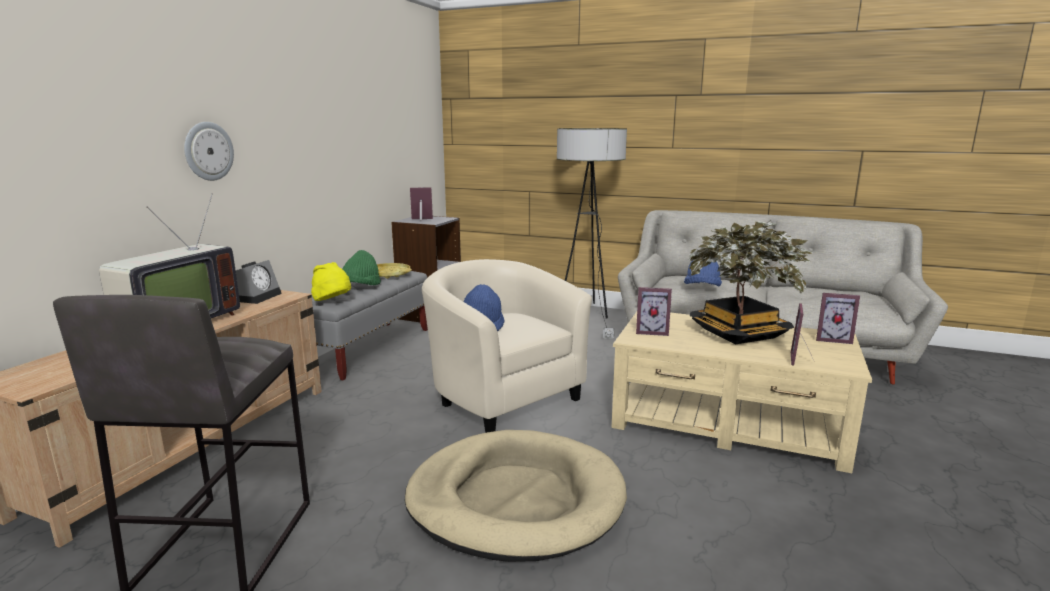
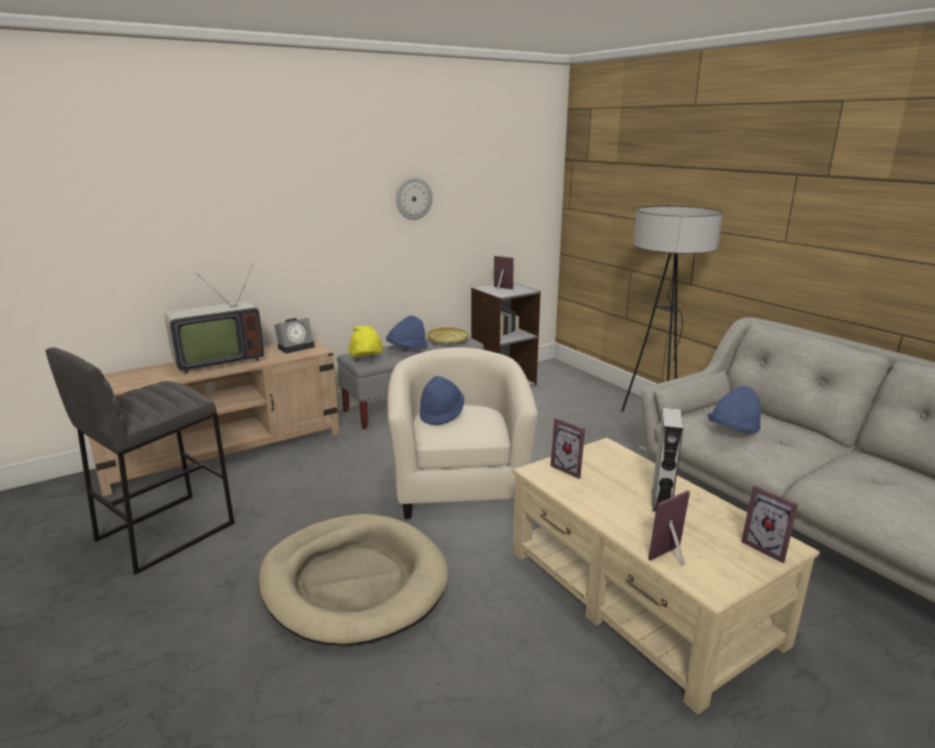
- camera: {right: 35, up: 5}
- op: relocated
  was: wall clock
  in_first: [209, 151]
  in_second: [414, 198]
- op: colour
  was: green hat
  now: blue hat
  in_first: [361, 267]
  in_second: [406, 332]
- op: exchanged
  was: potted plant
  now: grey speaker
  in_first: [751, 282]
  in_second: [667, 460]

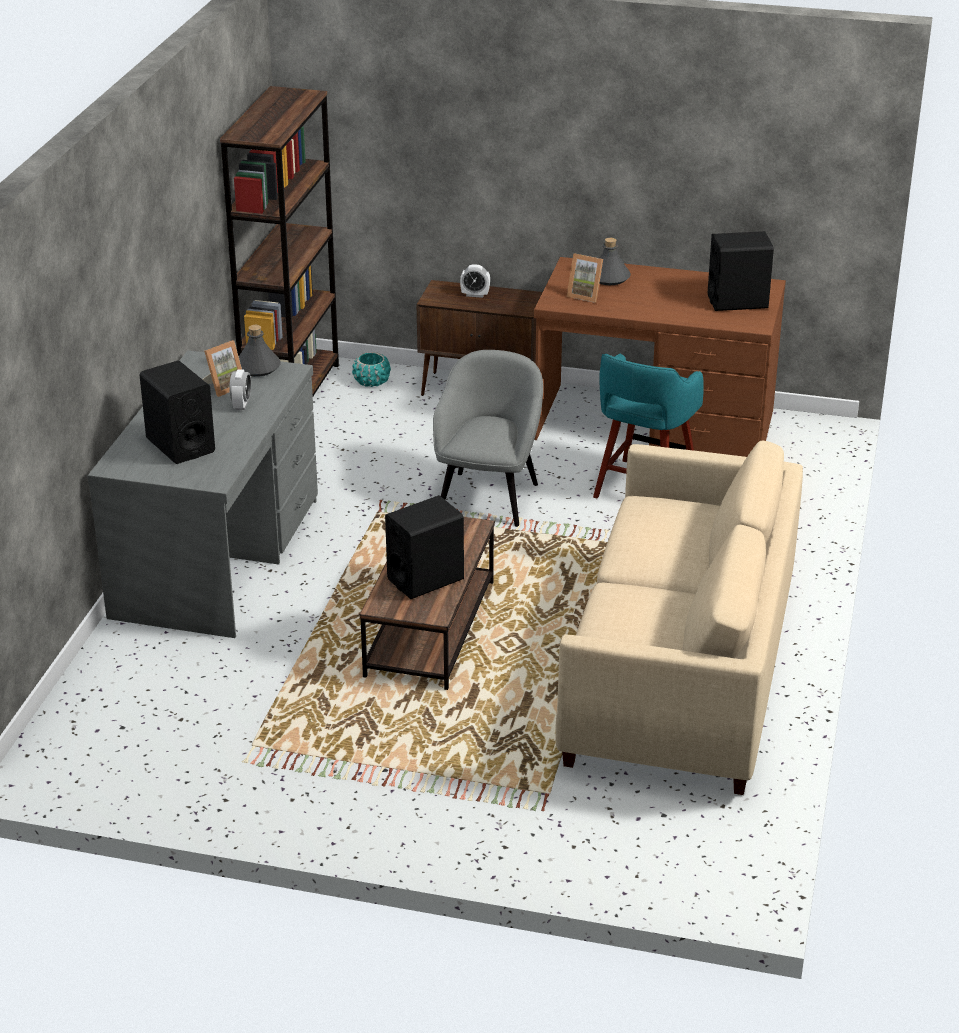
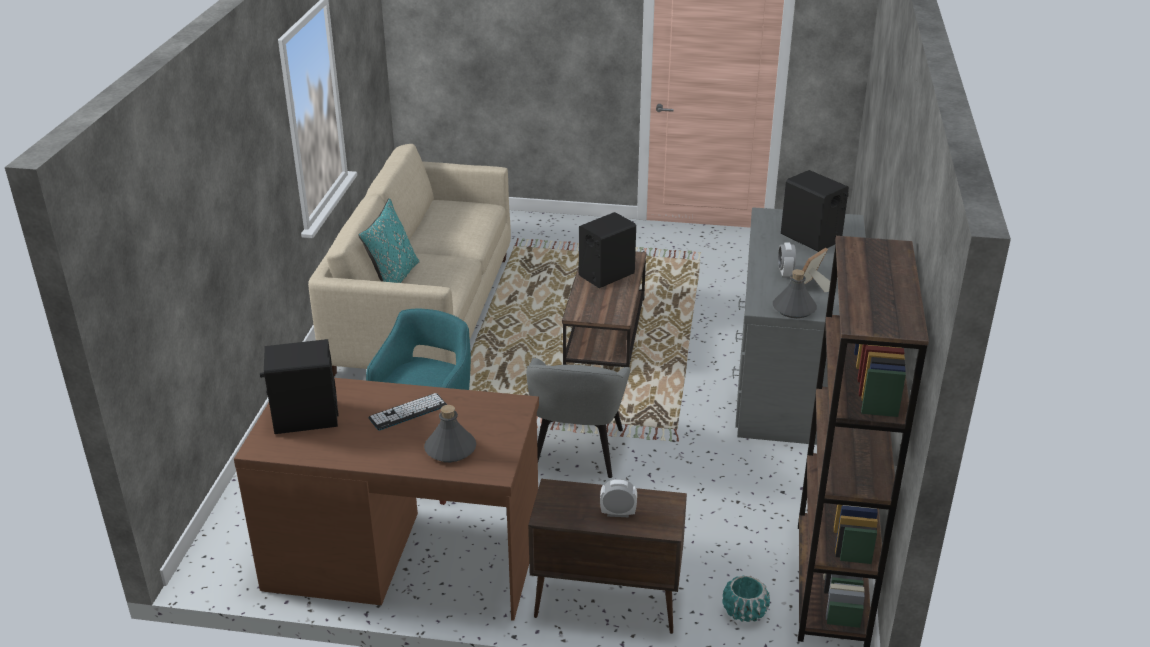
- camera: {right: 175, up: 0}
- op: missing
  was: picture frame
  in_first: [585, 278]
- op: appeared
  now: turquoise pillow
  in_second: [388, 240]
- op: appeared
  now: keyboard
  in_second: [408, 412]

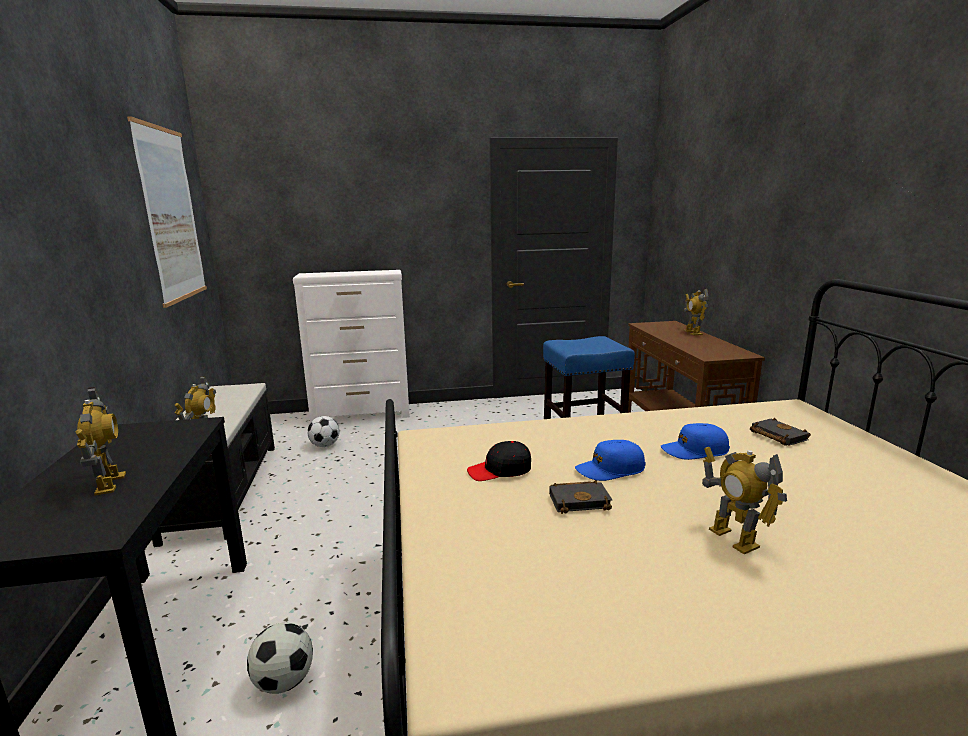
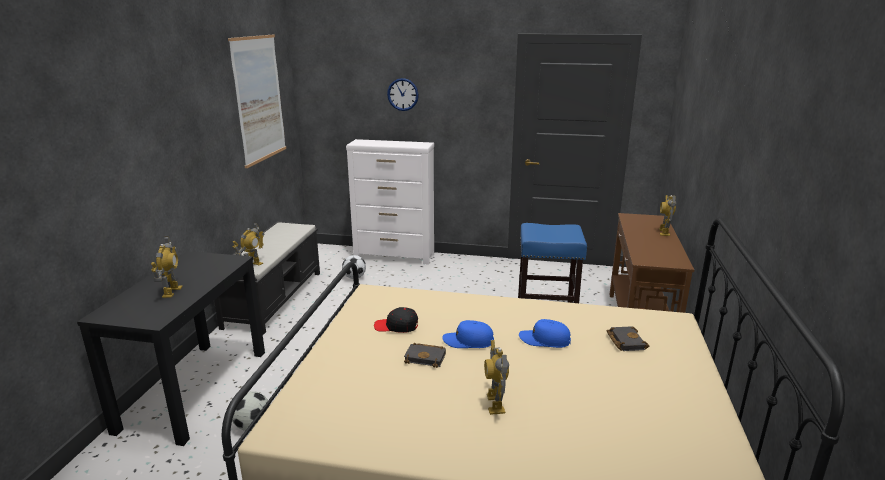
- camera: {right: 20, up: 5}
- op: appeared
  now: wall clock
  in_second: [403, 94]

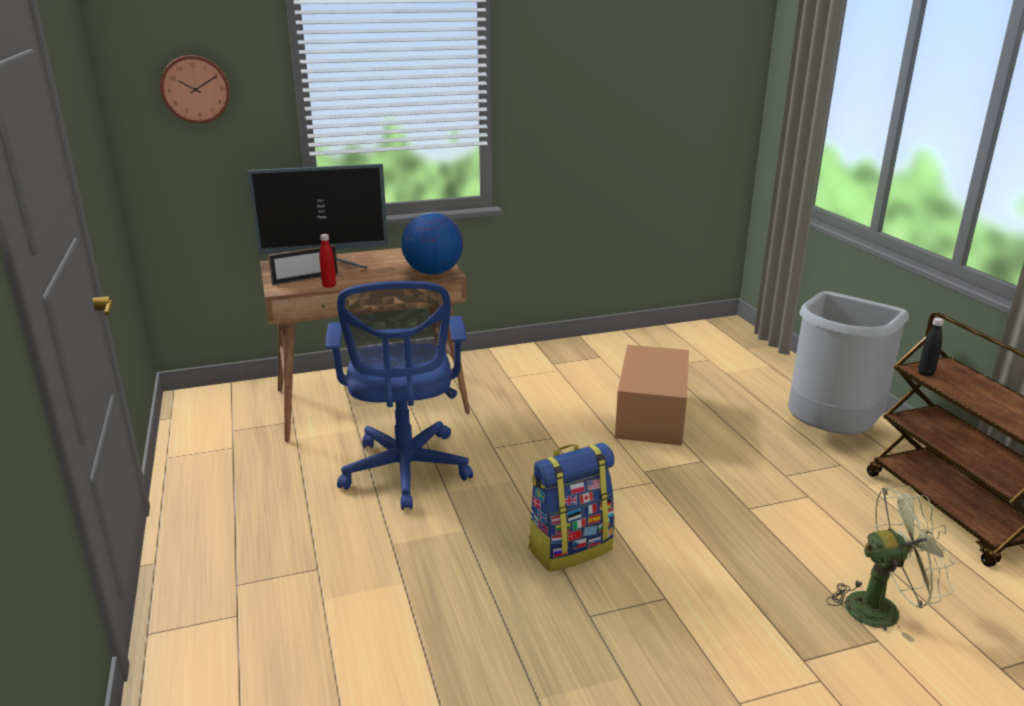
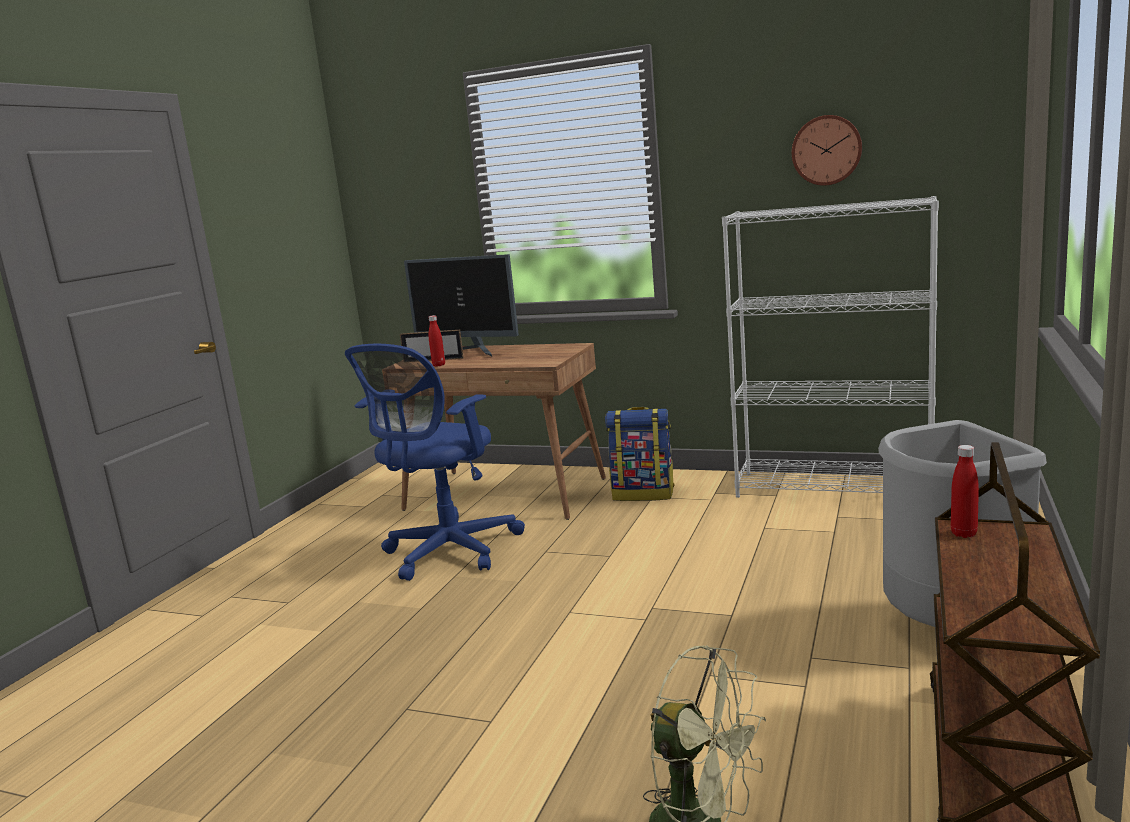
- camera: {right: 40, up: -10}
- op: relocated
  was: wall clock
  in_first: [195, 89]
  in_second: [827, 150]
- op: missing
  was: globe
  in_first: [432, 243]
- op: relocated
  was: backpack
  in_first: [572, 507]
  in_second: [640, 454]
- op: missing
  was: cardboard box
  in_first: [652, 395]
- op: colour
  was: black bottle
  now: red bottle
  in_first: [931, 347]
  in_second: [965, 491]
- op: appeared
  now: white bookcase
  in_second: [830, 347]

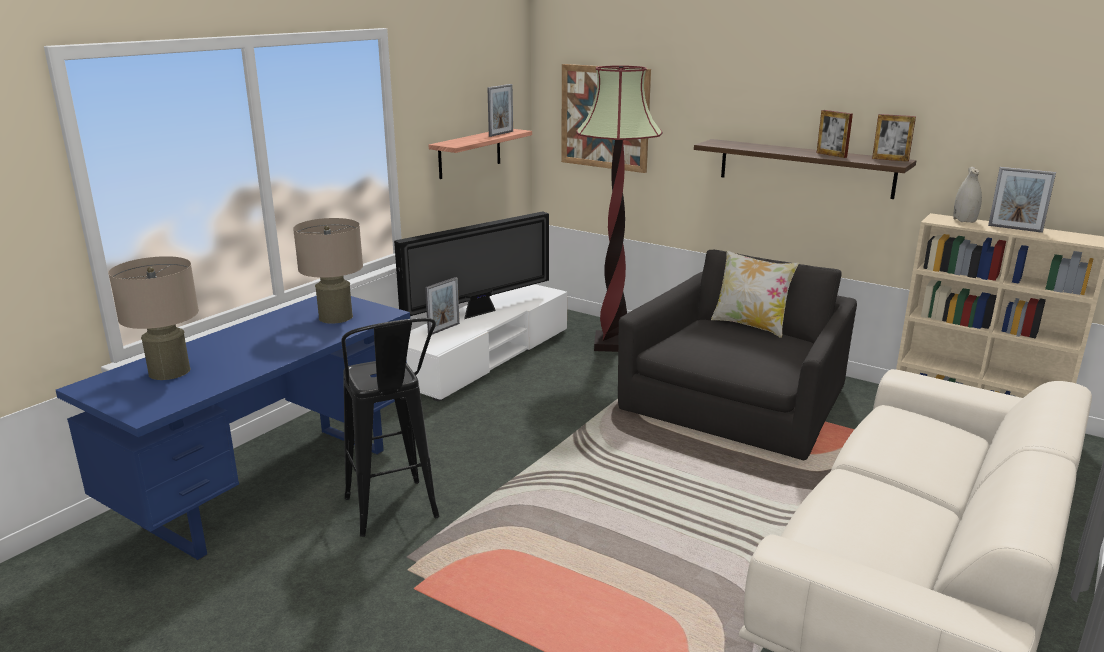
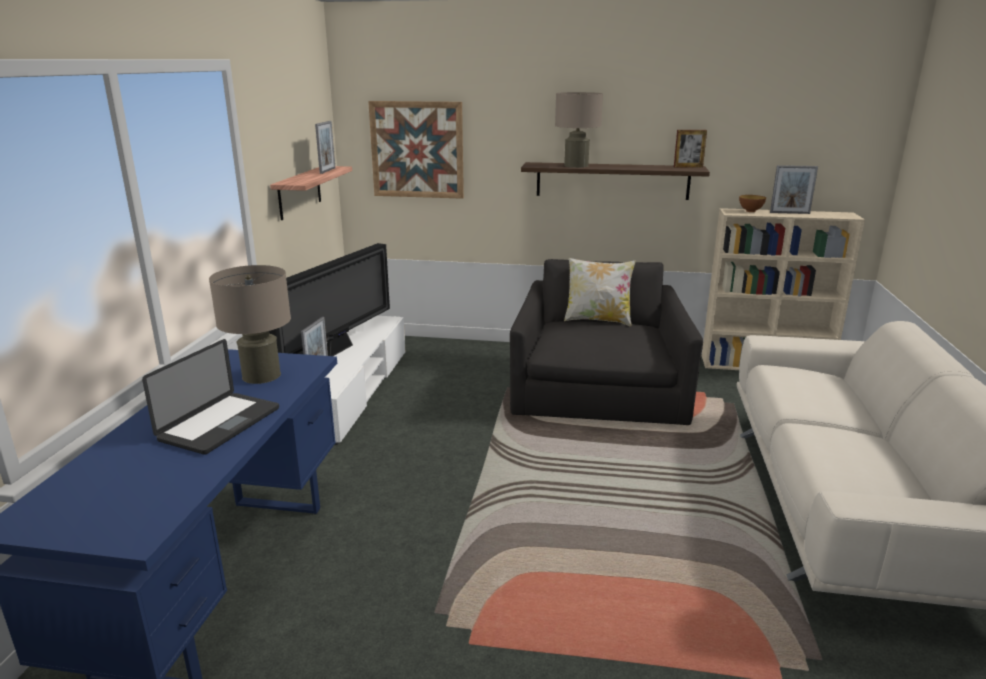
- camera: {right: -25, up: 0}
- op: relocated
  was: beige table lamp
  in_first: [153, 318]
  in_second: [579, 130]
- op: missing
  was: black stool
  in_first: [390, 427]
- op: missing
  was: floor lamp
  in_first: [619, 208]
- op: missing
  was: picture frame
  in_first: [835, 134]
- op: exchanged
  was: white vase
  now: bowl
  in_first: [967, 195]
  in_second: [752, 203]
- op: appeared
  now: laptop
  in_second: [210, 397]

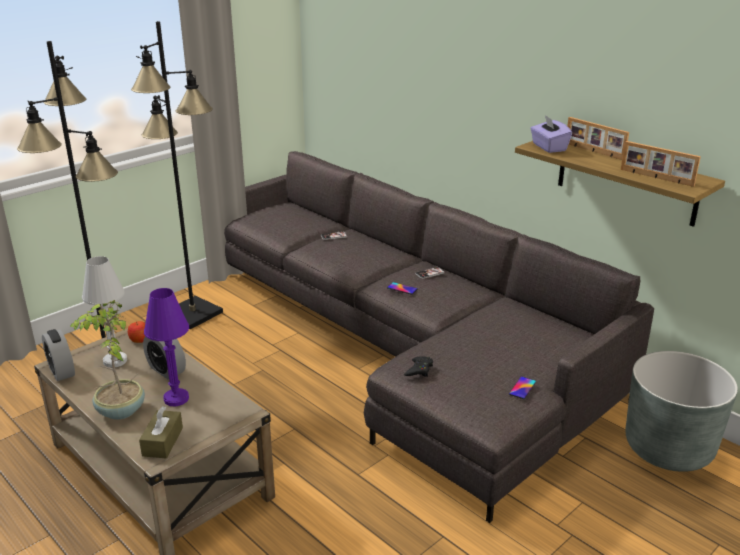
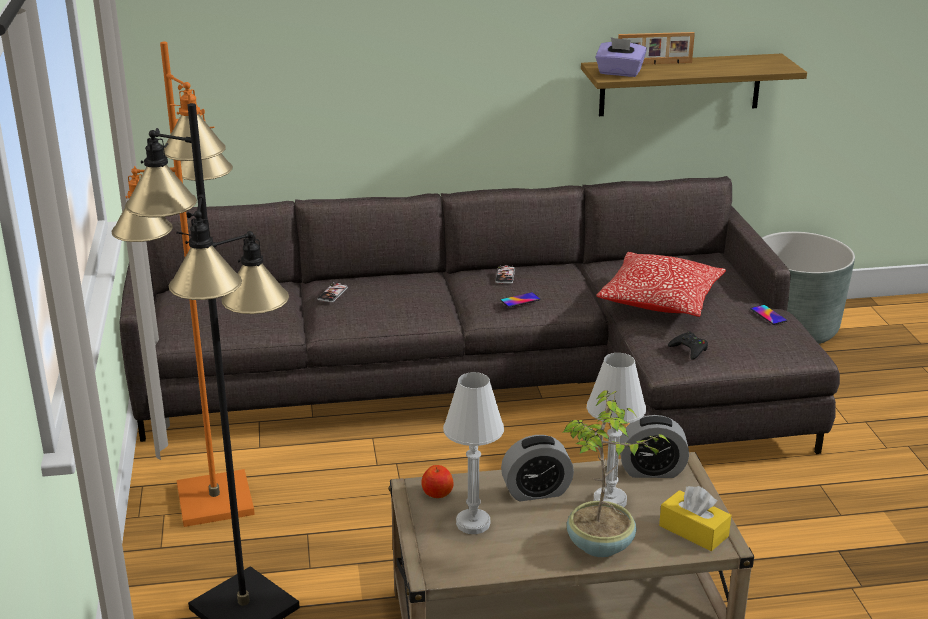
- camera: {right: -55, up: 0}
- op: relocated
  was: alarm clock
  in_first: [58, 355]
  in_second: [654, 446]
- op: colour
  was: black floor lamp
  now: orange floor lamp
  in_first: [177, 175]
  in_second: [183, 284]
- op: colour
  was: brown tissue box
  now: yellow tissue box
  in_first: [161, 432]
  in_second: [695, 518]
- op: colour
  was: purple table lamp
  now: white table lamp
  in_first: [166, 347]
  in_second: [616, 430]
- op: missing
  was: picture frame
  in_first: [661, 164]
- op: appeared
  now: pillow
  in_second: [661, 284]

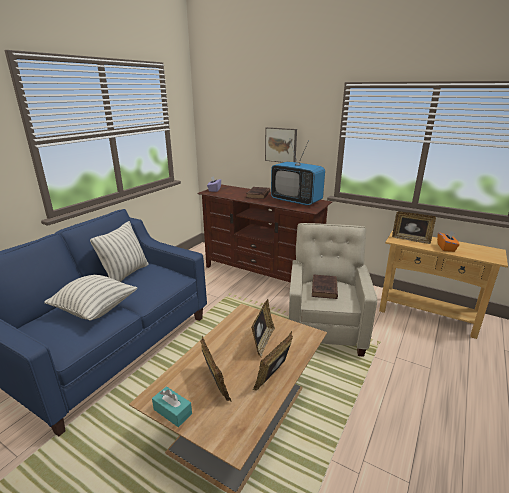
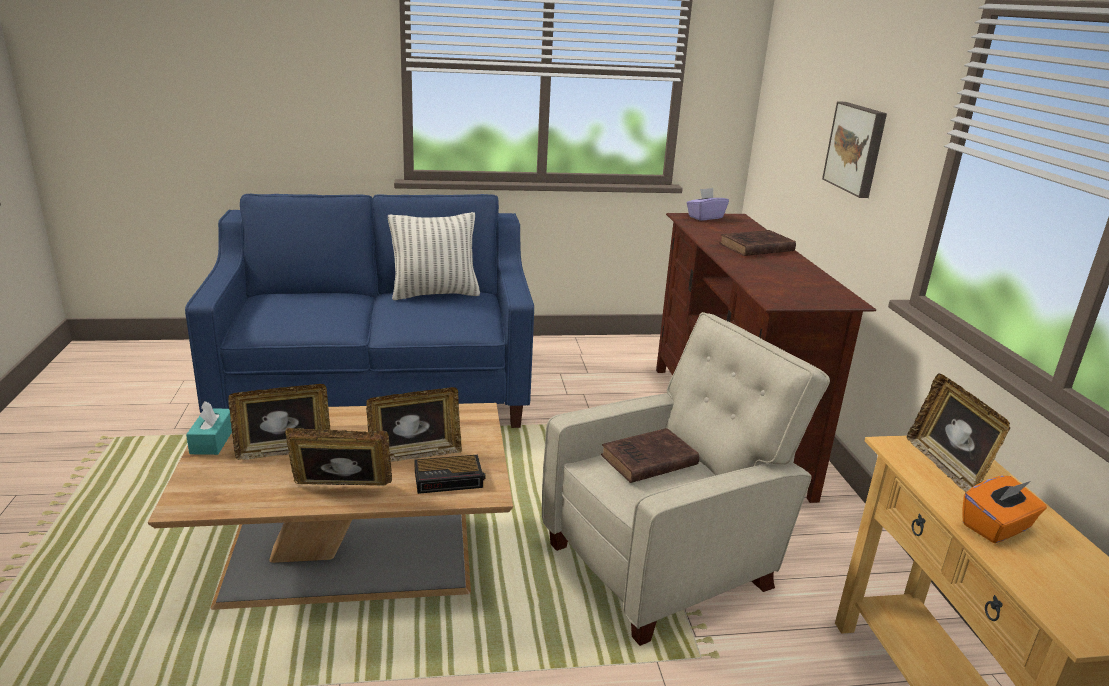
- camera: {right: 50, up: 0}
- op: missing
  was: pillow
  in_first: [90, 297]
- op: spun
  was: picture frame
  in_first: [216, 369]
  in_second: [279, 422]
  clockwise: 45
- op: missing
  was: television
  in_first: [298, 172]
- op: appeared
  now: alarm clock
  in_second: [450, 474]

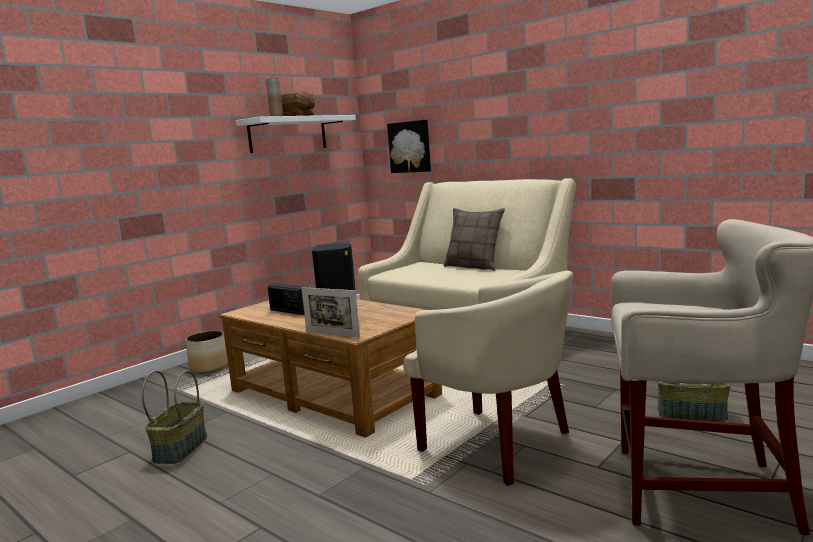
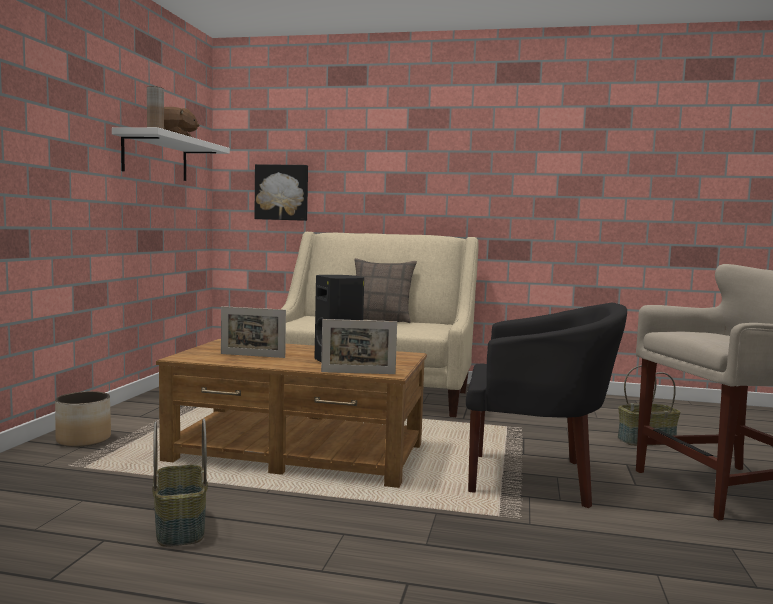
- camera: {right: -30, up: -5}
- op: exchanged
  was: radio
  now: picture frame
  in_first: [287, 299]
  in_second: [253, 332]
- op: colour
  was: beige armchair
  now: black armchair
  in_first: [488, 378]
  in_second: [546, 405]

